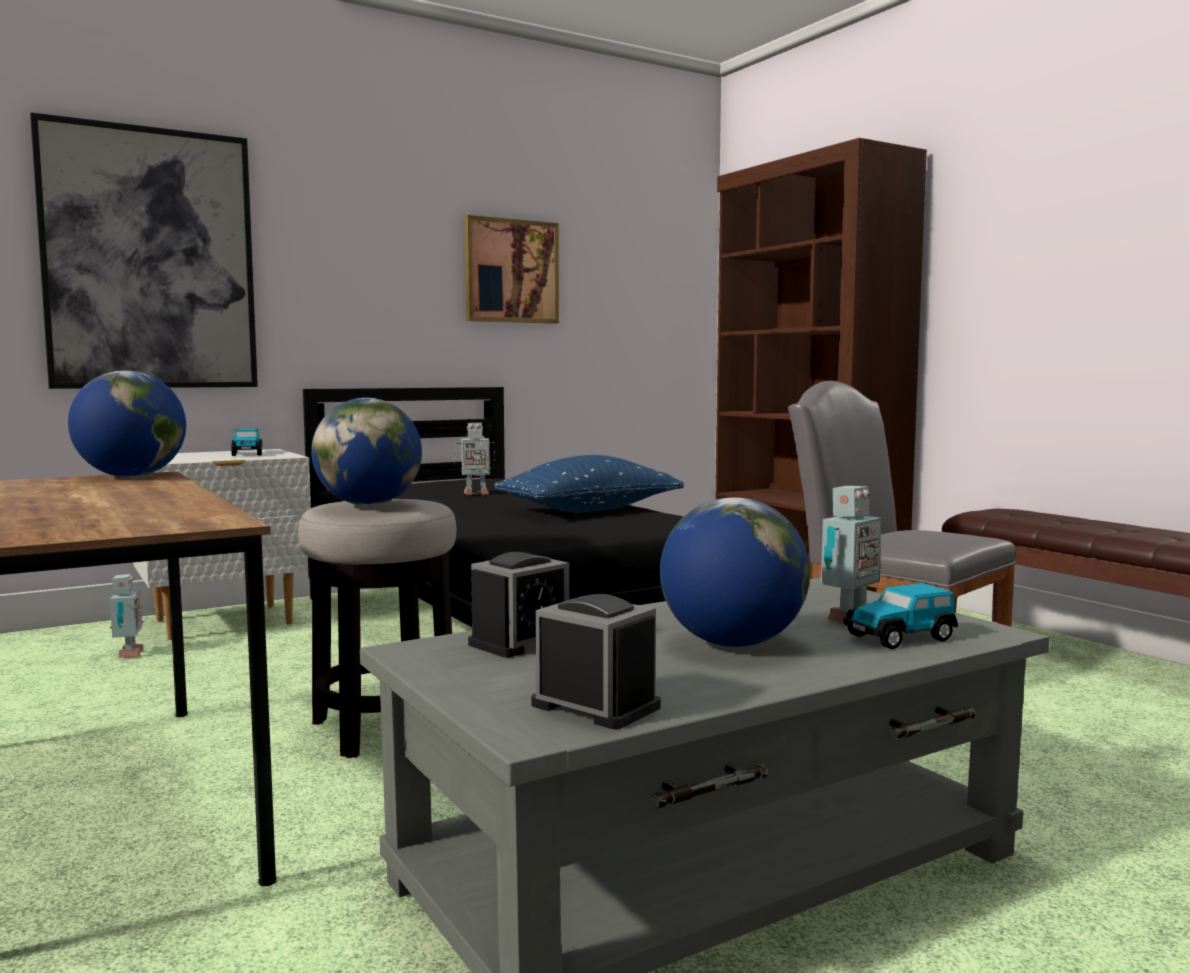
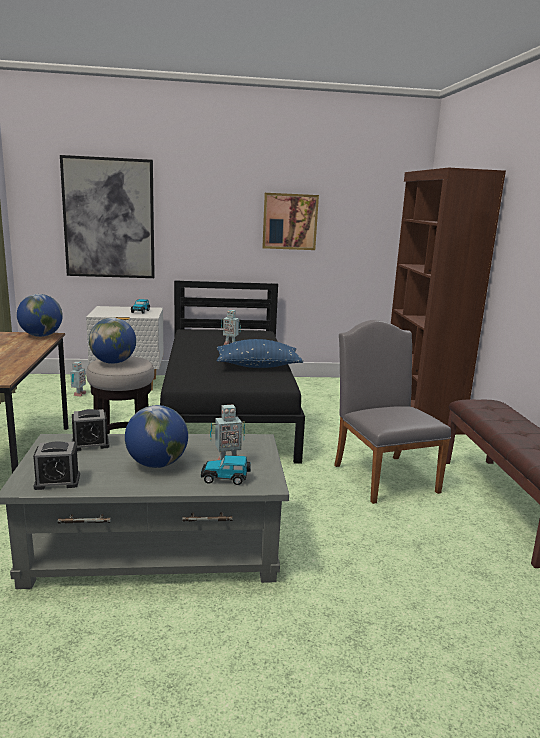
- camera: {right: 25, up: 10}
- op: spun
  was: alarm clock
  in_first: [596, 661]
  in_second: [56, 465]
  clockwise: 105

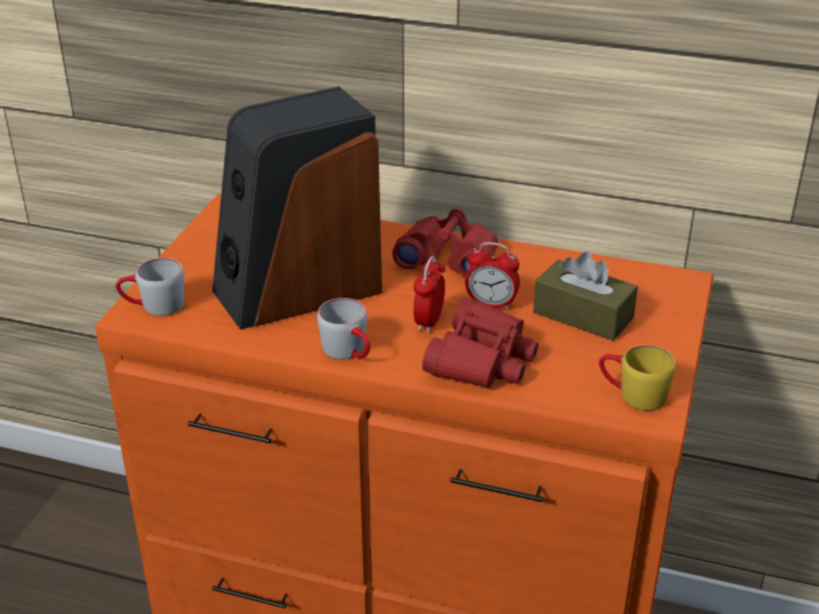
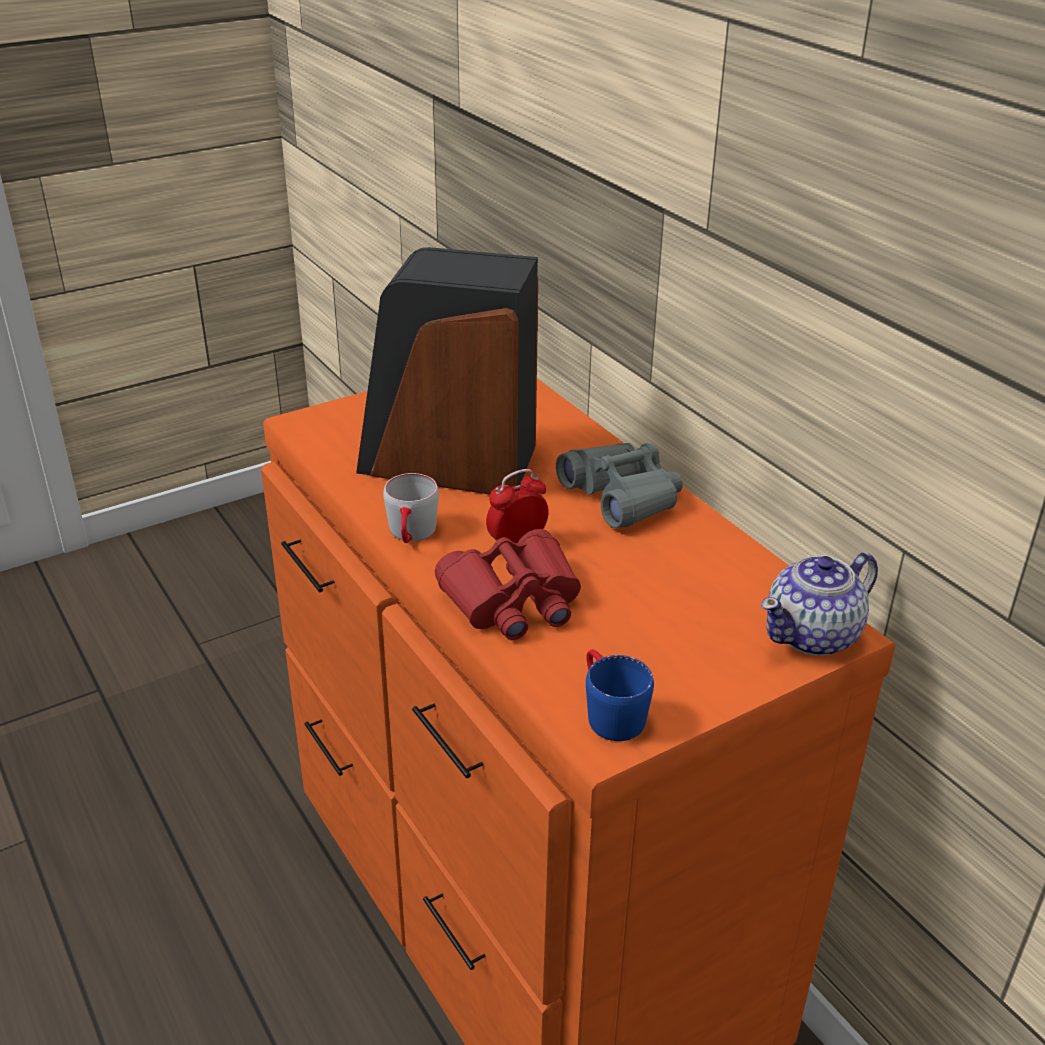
- camera: {right: 40, up: 0}
- op: missing
  was: grey mug
  in_first: [150, 287]
- op: colour
  was: red binoculars
  now: grey binoculars
  in_first: [445, 243]
  in_second: [619, 485]
- op: missing
  was: alarm clock
  in_first: [492, 276]
- op: missing
  was: brown tissue box
  in_first: [585, 296]
- op: colour
  was: yellow mug
  now: blue mug
  in_first: [637, 378]
  in_second: [620, 695]
- op: appeared
  now: teapot
  in_second: [819, 604]

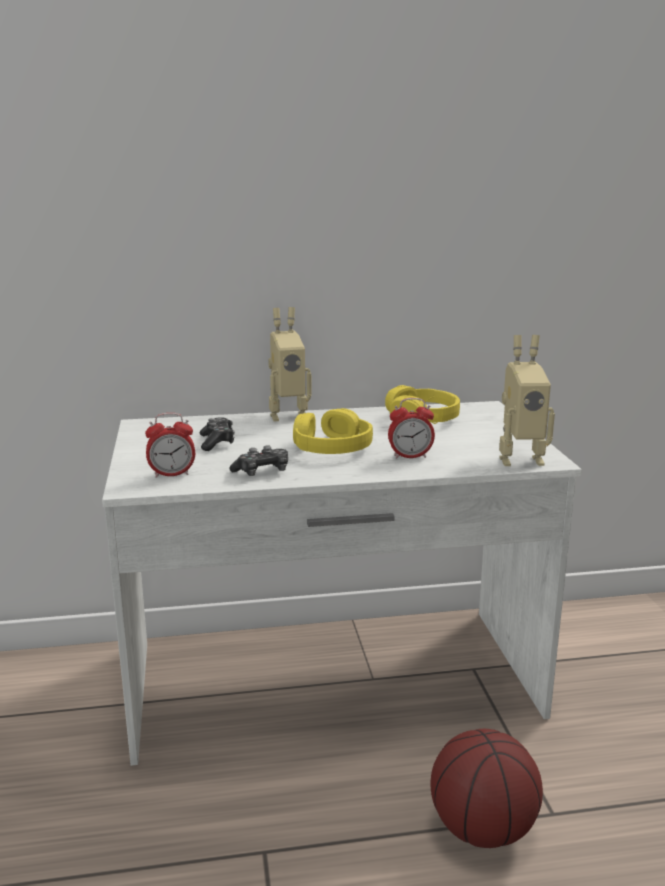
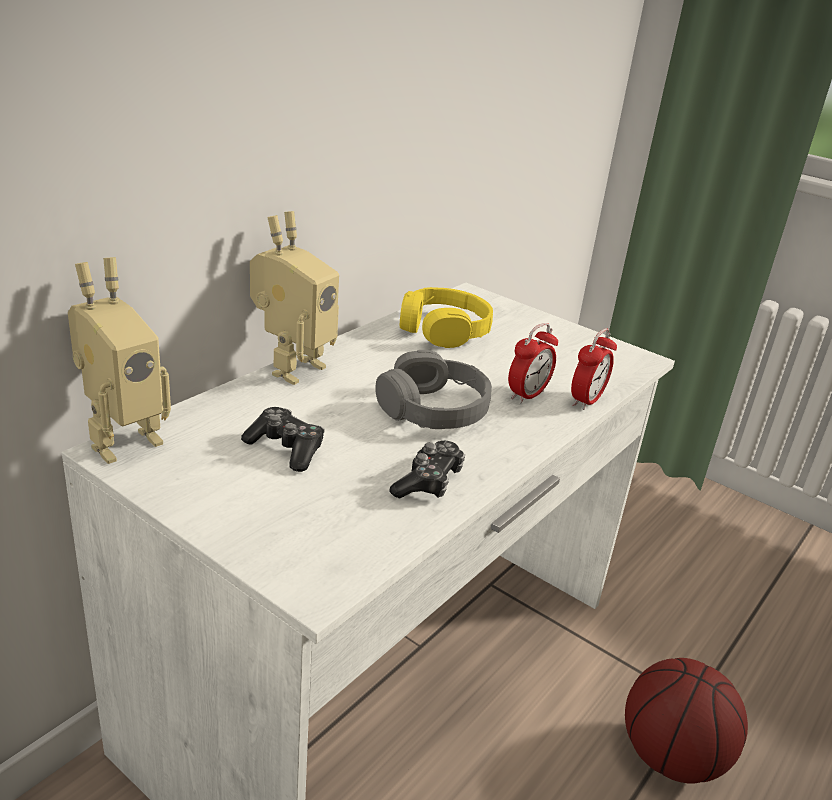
- camera: {right: -45, up: 10}
- op: relocated
  was: alarm clock
  in_first: [170, 445]
  in_second: [594, 369]
- op: colour
  was: yellow headphones
  now: grey headphones
  in_first: [333, 431]
  in_second: [433, 389]
- op: relocated
  was: toy robot
  in_first: [527, 400]
  in_second: [119, 361]

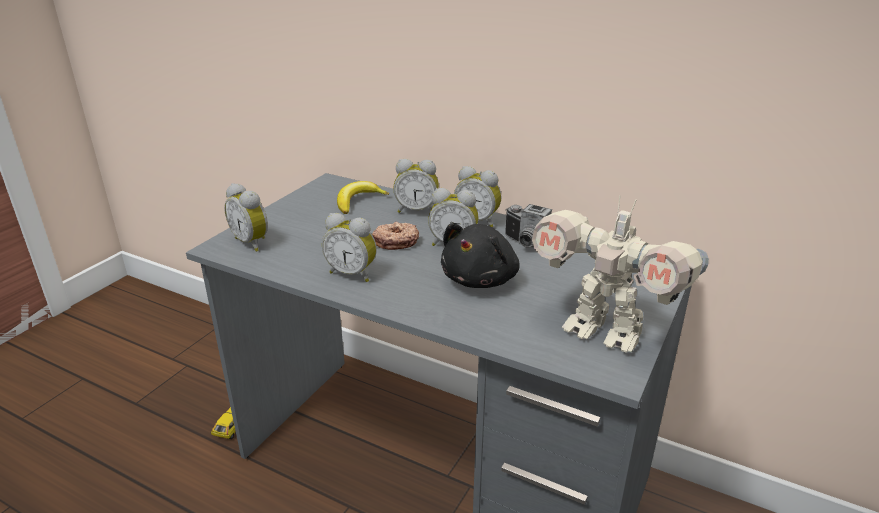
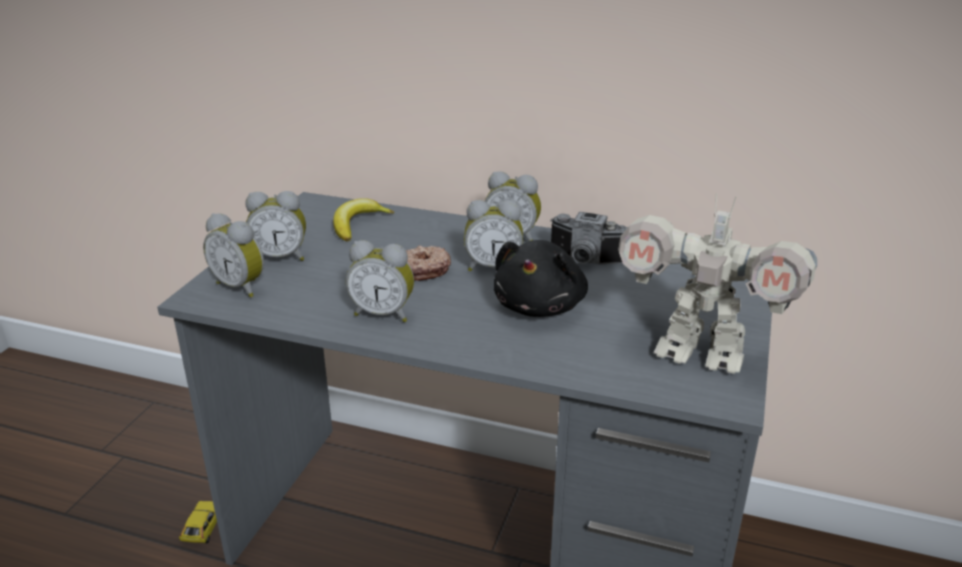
- camera: {right: -10, up: 0}
- op: relocated
  was: alarm clock
  in_first: [416, 186]
  in_second: [275, 226]

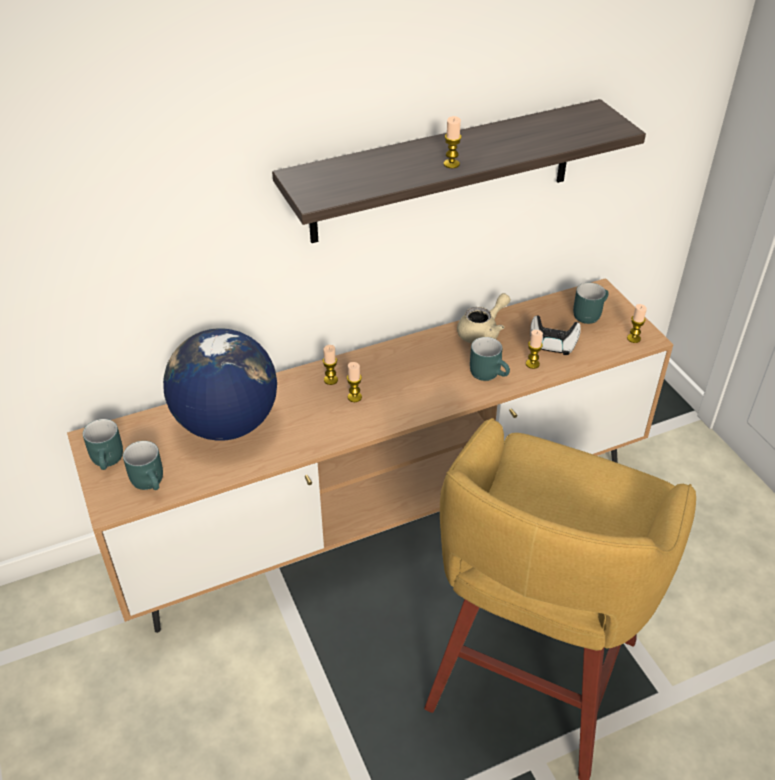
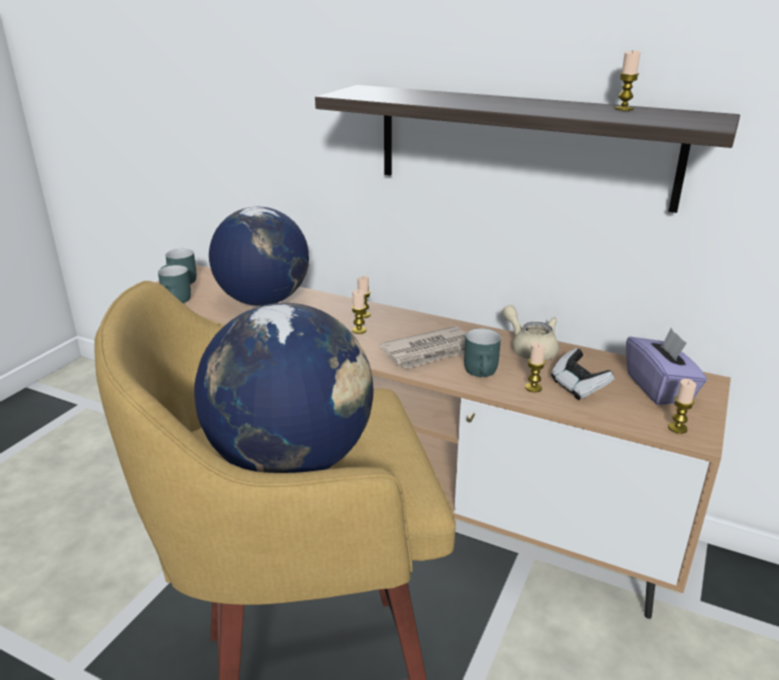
- camera: {right: 50, up: -15}
- op: relocated
  was: candle
  in_first: [452, 142]
  in_second: [628, 81]
- op: spun
  was: beige teapot
  in_first: [483, 318]
  in_second: [530, 332]
  clockwise: -135
- op: exchanged
  was: turquoise mug
  now: purple tissue box
  in_first: [591, 303]
  in_second: [666, 366]
- op: appeared
  now: globe
  in_second: [284, 388]
- op: appeared
  now: newspaper
  in_second: [422, 347]

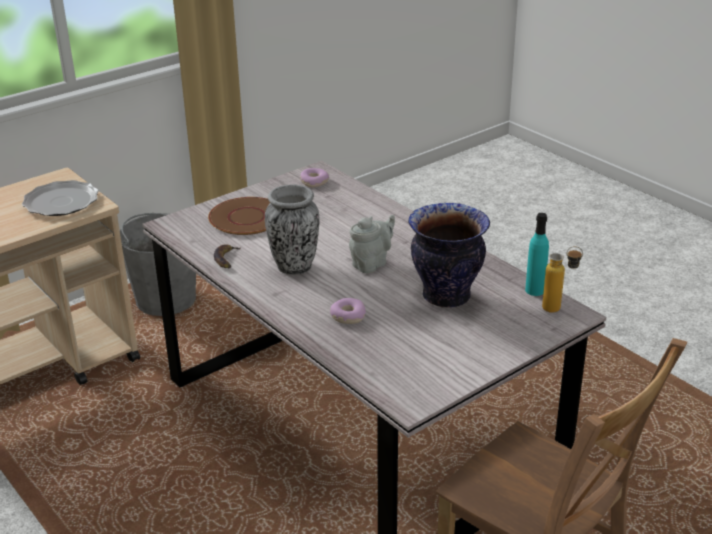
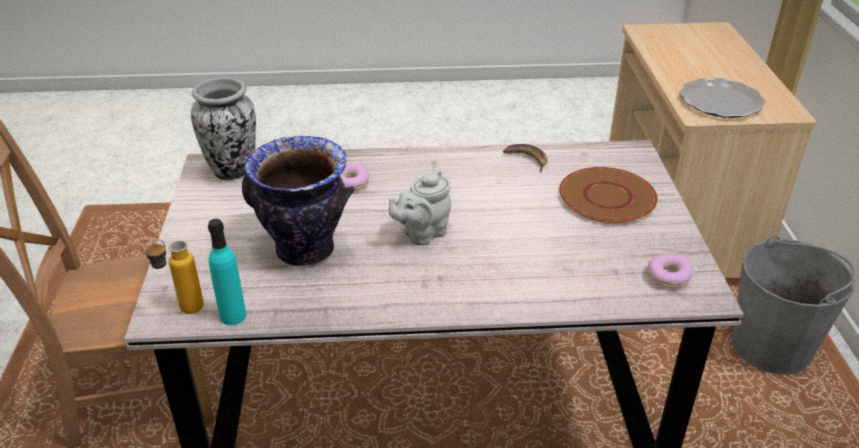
- camera: {right: 125, up: 5}
- op: relocated
  was: vase
  in_first: [292, 230]
  in_second: [223, 128]
- op: spun
  was: grey teapot
  in_first: [372, 244]
  in_second: [420, 208]
  clockwise: 60

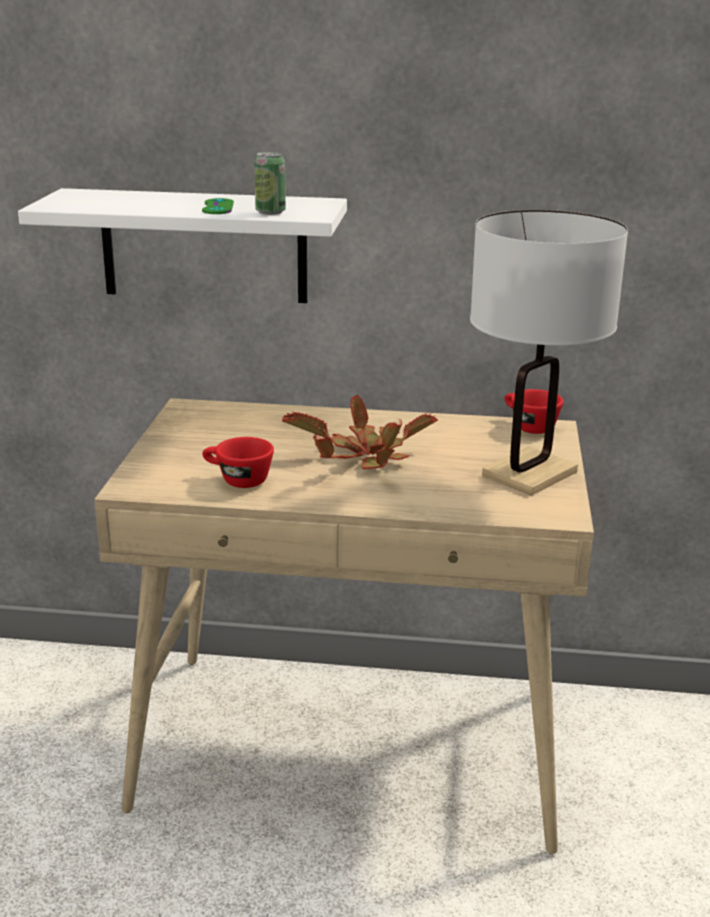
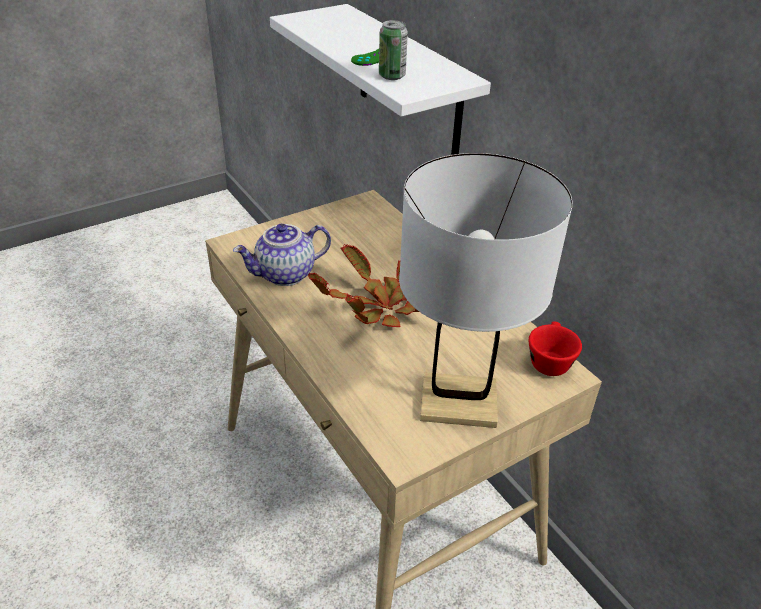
- camera: {right: 50, up: 15}
- op: exchanged
  was: red cup
  now: teapot
  in_first: [238, 462]
  in_second: [282, 255]

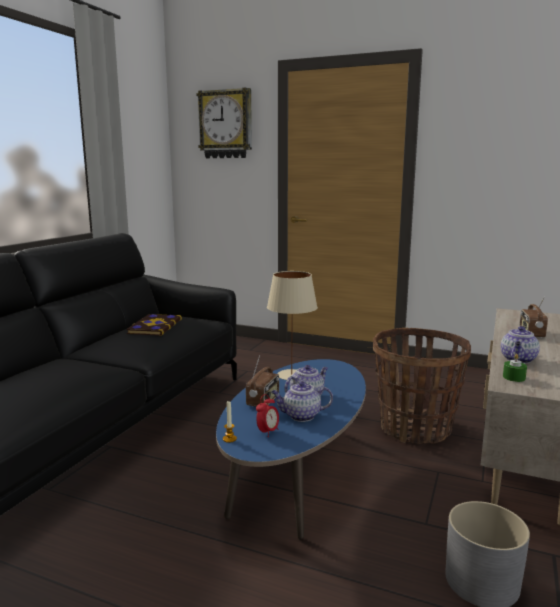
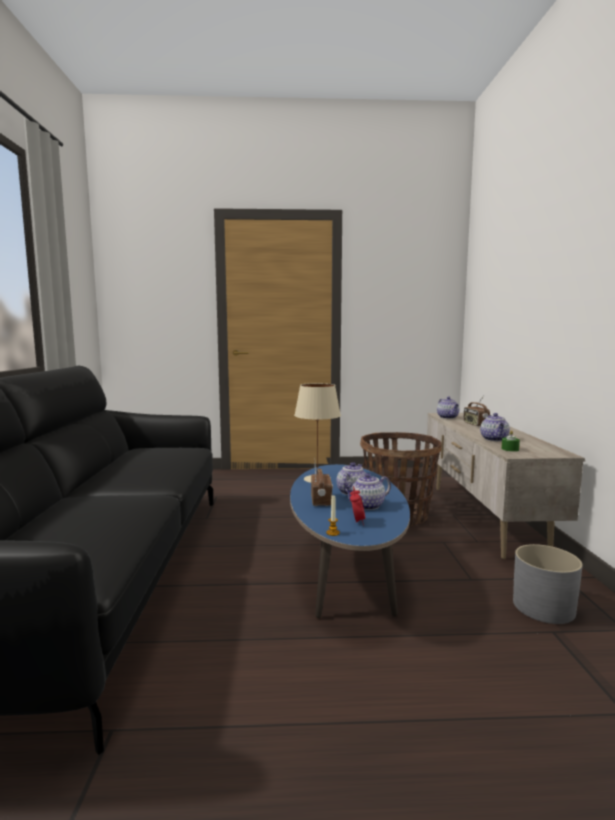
- camera: {right: -25, up: -5}
- op: missing
  was: book
  in_first: [154, 325]
- op: missing
  was: wall clock
  in_first: [224, 123]
- op: appeared
  now: teapot
  in_second: [448, 408]

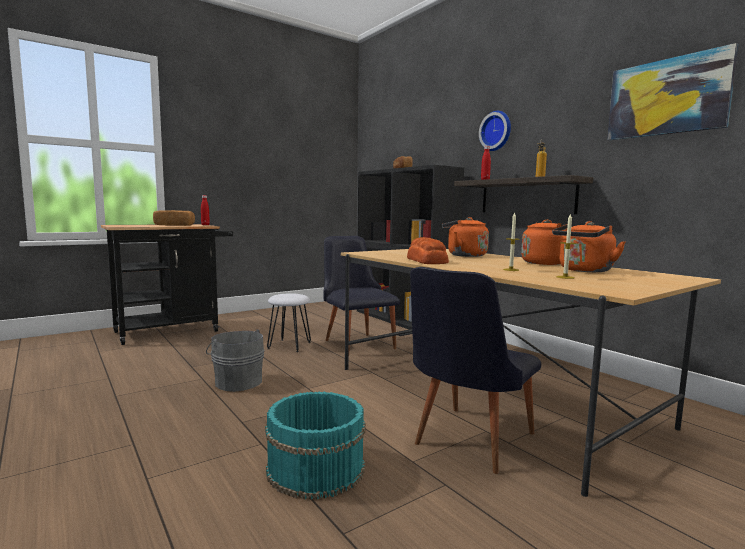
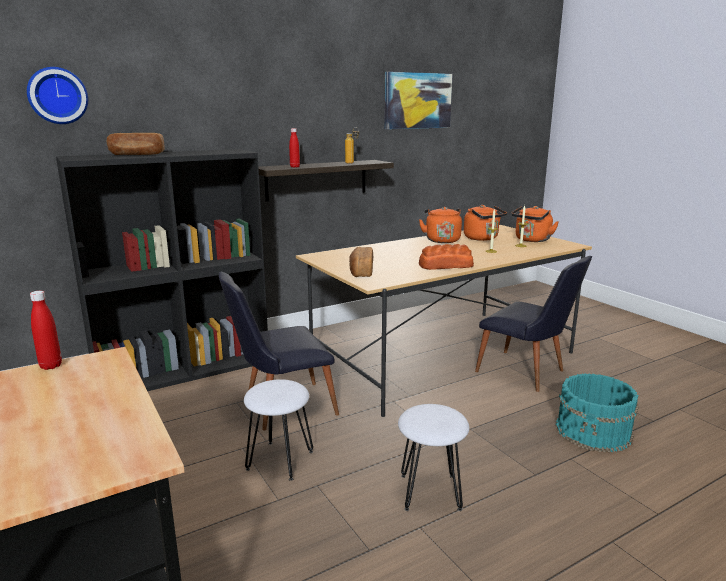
- camera: {right: -85, up: 10}
- op: relocated
  was: bread
  in_first: [174, 218]
  in_second: [361, 262]
- op: exchanged
  was: grey bucket
  now: white stool
  in_first: [235, 360]
  in_second: [433, 457]
- op: relocated
  was: orange kettle
  in_first: [465, 237]
  in_second: [535, 224]
- op: relocated
  was: wall clock
  in_first: [495, 131]
  in_second: [57, 95]

